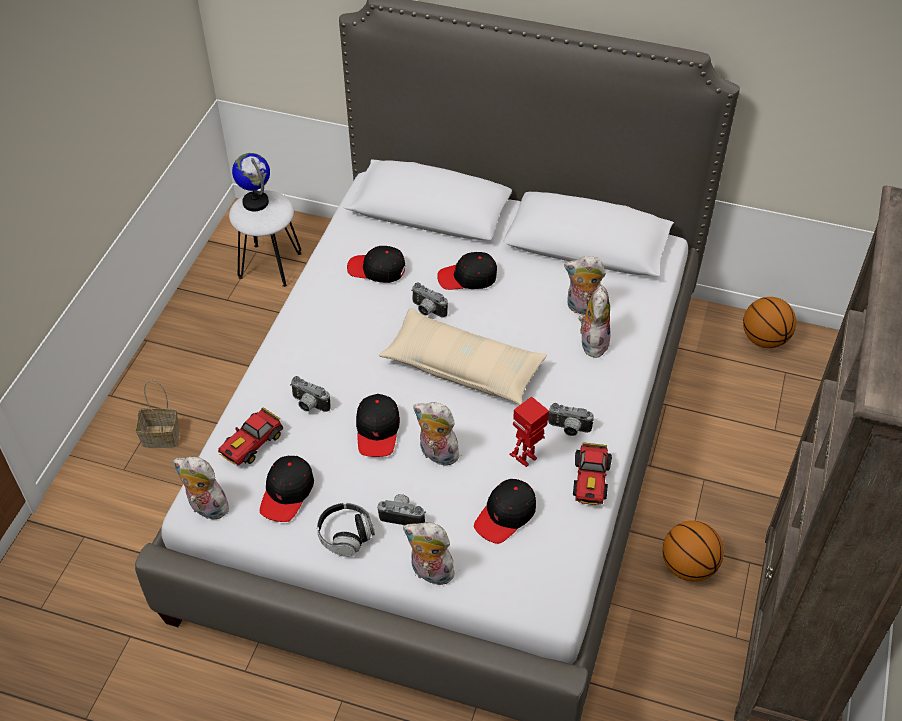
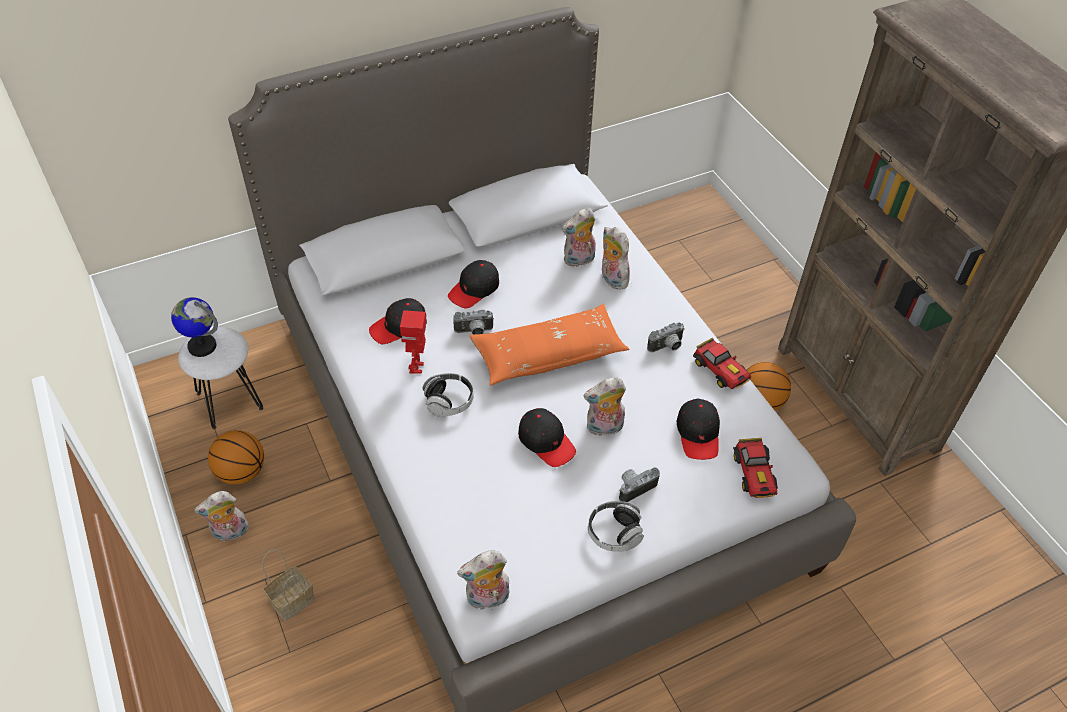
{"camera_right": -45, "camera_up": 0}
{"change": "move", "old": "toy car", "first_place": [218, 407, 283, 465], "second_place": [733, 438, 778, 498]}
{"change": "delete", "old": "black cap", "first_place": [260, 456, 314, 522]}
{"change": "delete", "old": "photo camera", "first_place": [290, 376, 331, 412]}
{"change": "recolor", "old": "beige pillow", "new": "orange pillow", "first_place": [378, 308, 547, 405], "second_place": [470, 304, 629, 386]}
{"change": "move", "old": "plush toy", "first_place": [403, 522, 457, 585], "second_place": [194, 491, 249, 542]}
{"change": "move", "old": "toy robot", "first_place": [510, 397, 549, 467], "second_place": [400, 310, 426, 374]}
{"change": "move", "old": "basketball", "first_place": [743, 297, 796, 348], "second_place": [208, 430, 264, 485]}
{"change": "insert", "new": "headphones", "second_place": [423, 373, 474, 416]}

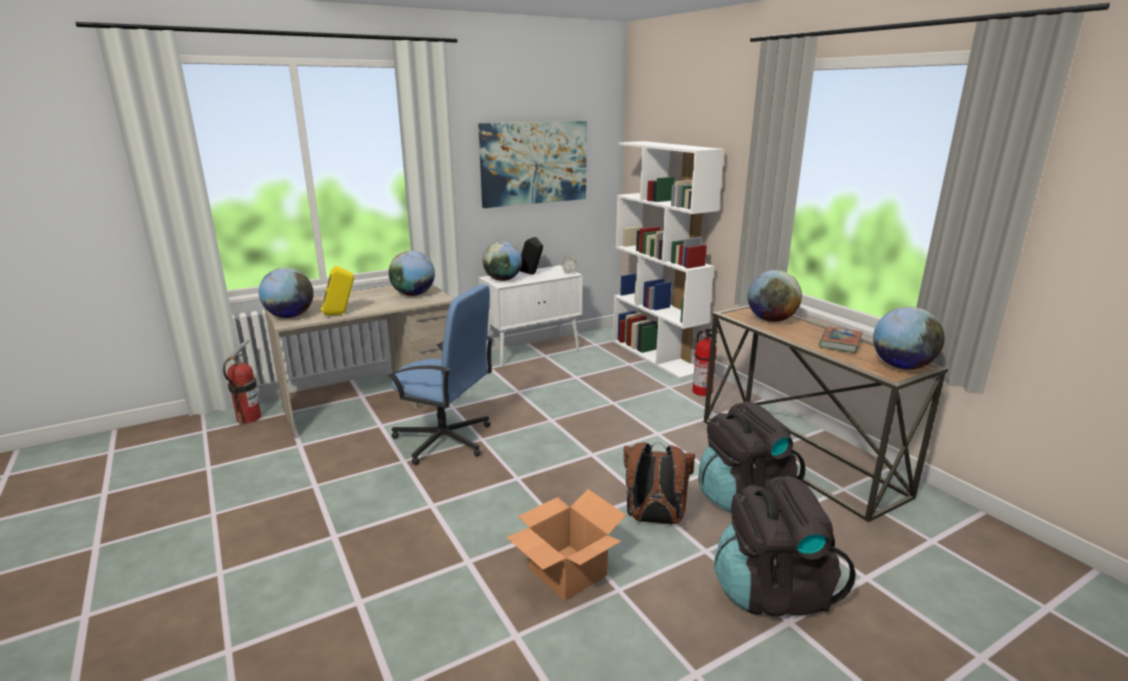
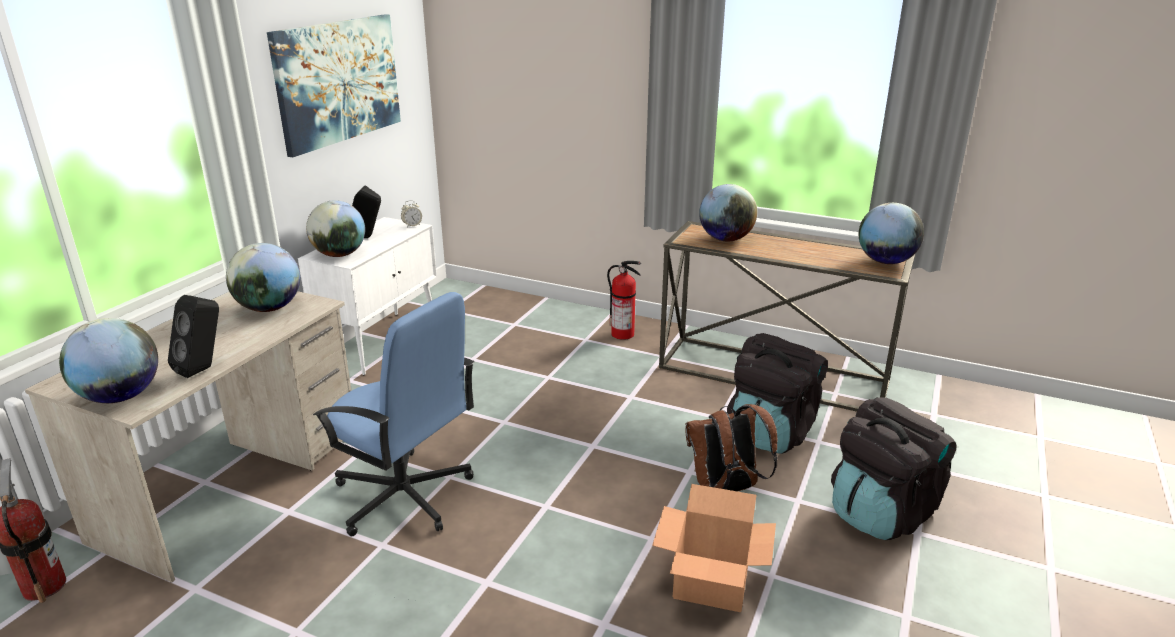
{"camera_right": -35, "camera_up": 5}
{"change": "recolor", "old": "yellow speaker", "new": "black speaker", "first_place": [321, 265, 354, 316], "second_place": [168, 295, 219, 378]}
{"change": "rotate", "old": "blue office chair", "first_place": [387, 284, 493, 465], "second_place": [313, 292, 474, 536], "degrees": 45}
{"change": "delete", "old": "white bookcase", "first_place": [613, 141, 725, 379]}
{"change": "delete", "old": "book", "first_place": [819, 327, 862, 353]}

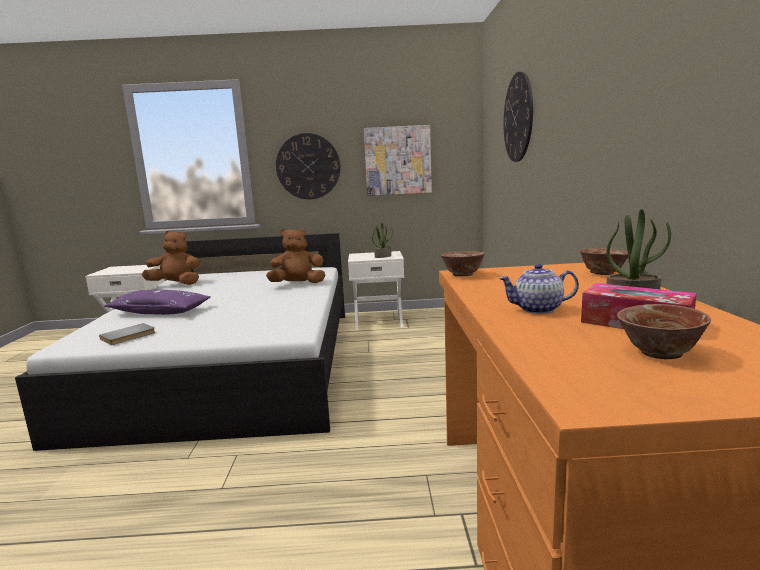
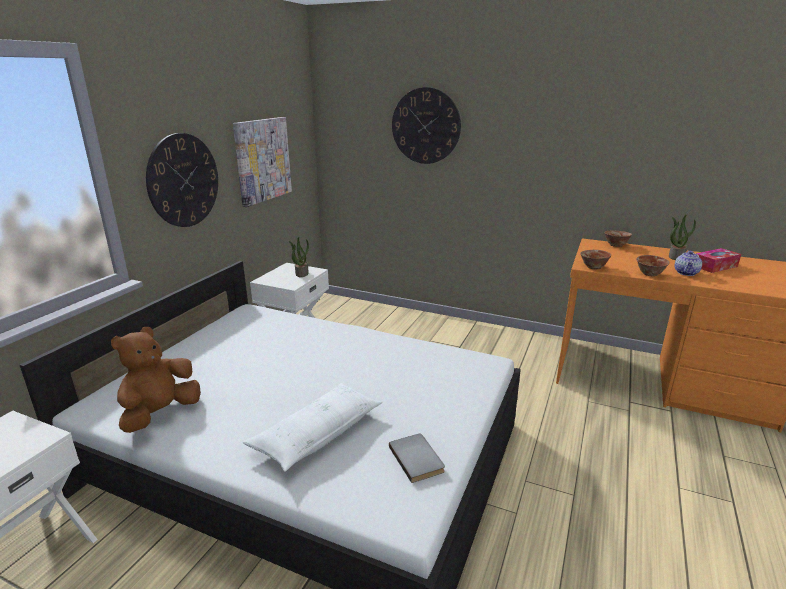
{"camera_right": -65, "camera_up": 10}
{"change": "recolor", "old": "purple pillow", "new": "white pillow", "first_place": [104, 290, 211, 315], "second_place": [243, 383, 382, 472]}
{"change": "delete", "old": "brown plush toy", "first_place": [266, 229, 326, 283]}
{"change": "move", "old": "bowl", "first_place": [617, 304, 711, 359], "second_place": [636, 255, 669, 276]}

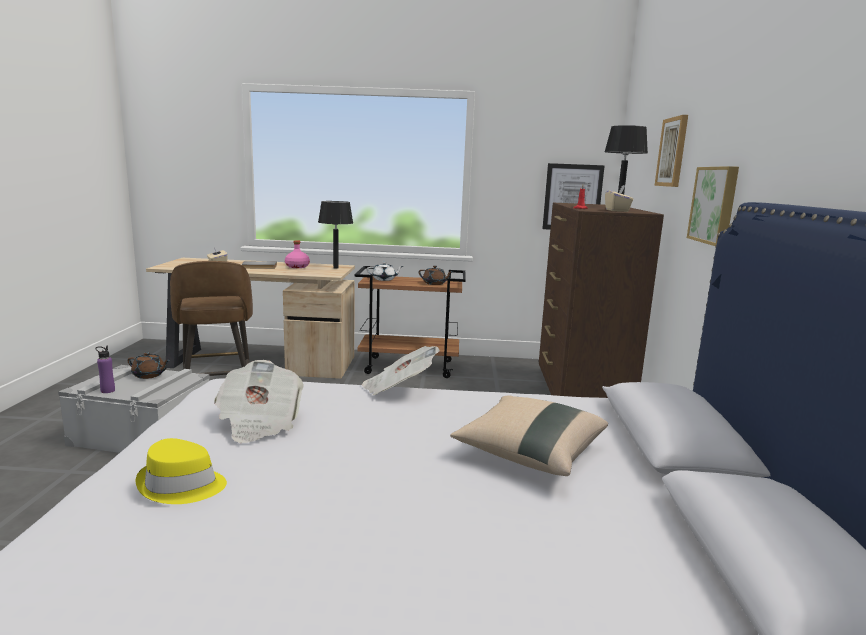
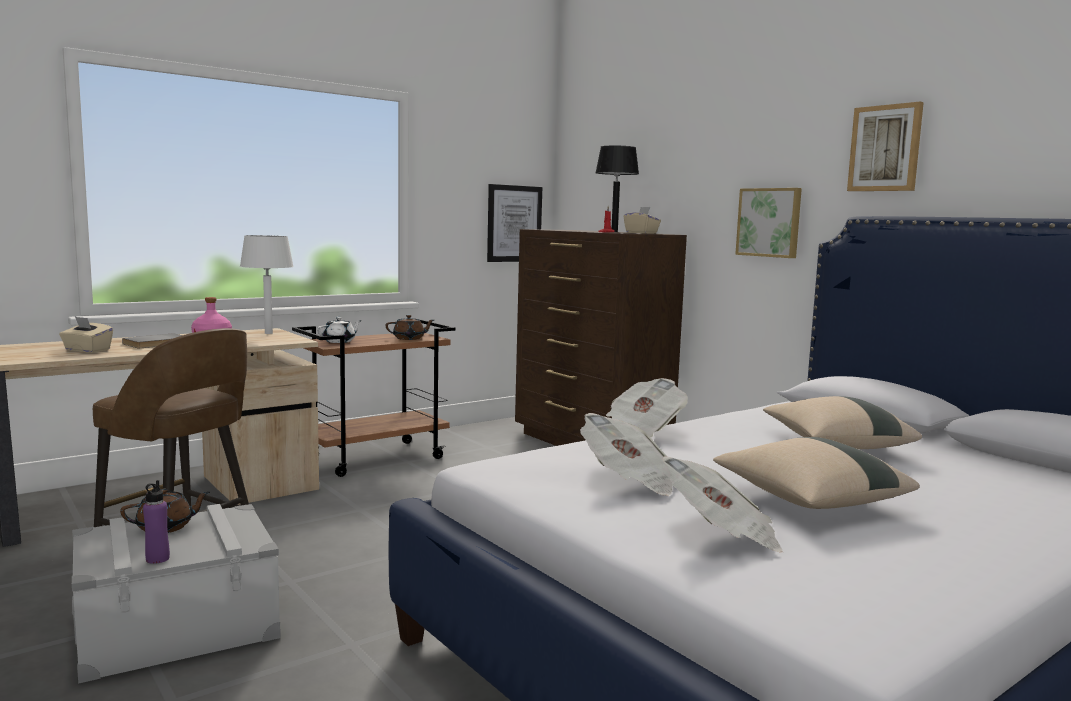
{"camera_right": -40, "camera_up": -5}
{"change": "replace", "old": "yellow hat", "new": "newspaper", "first_place": [135, 438, 227, 504], "second_place": [662, 456, 783, 552]}
{"change": "recolor", "old": "black table lamp", "new": "white table lamp", "first_place": [318, 201, 353, 269], "second_place": [240, 235, 294, 334]}
{"change": "move", "old": "picture", "first_place": [654, 115, 688, 187], "second_place": [847, 102, 924, 191]}
{"change": "insert", "new": "beige pillow", "second_place": [713, 437, 920, 509]}

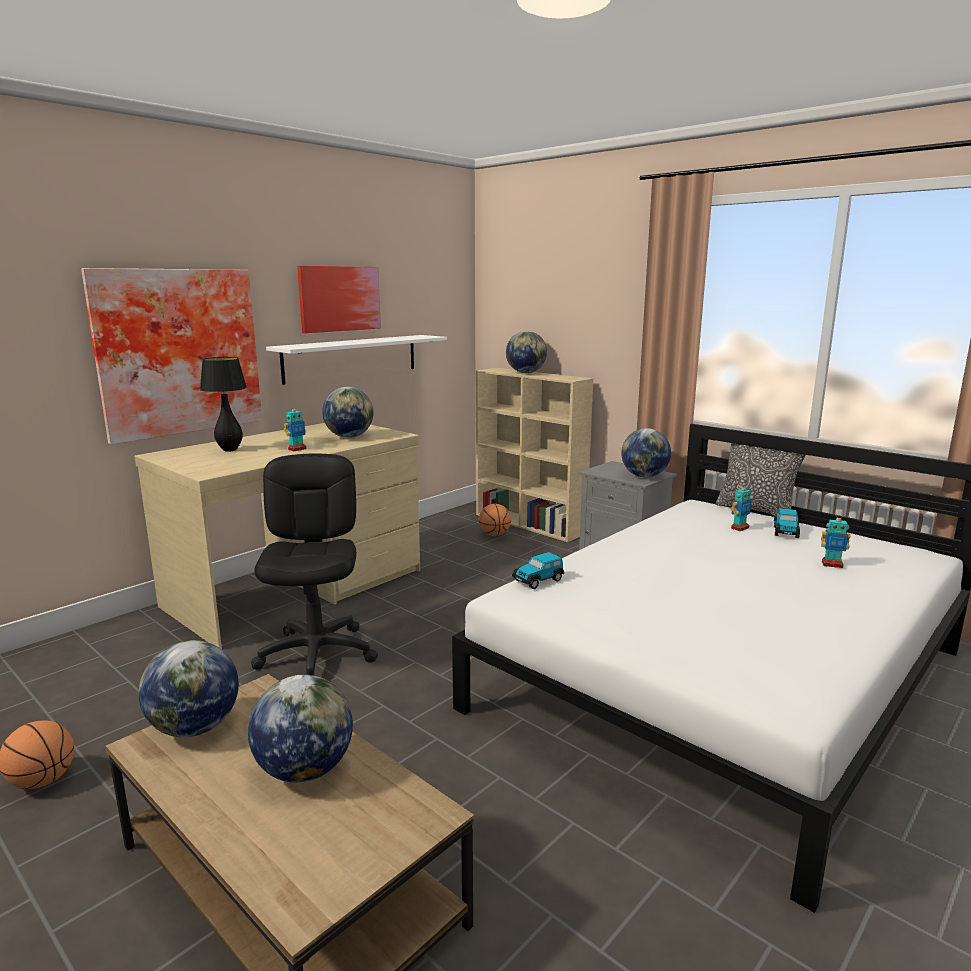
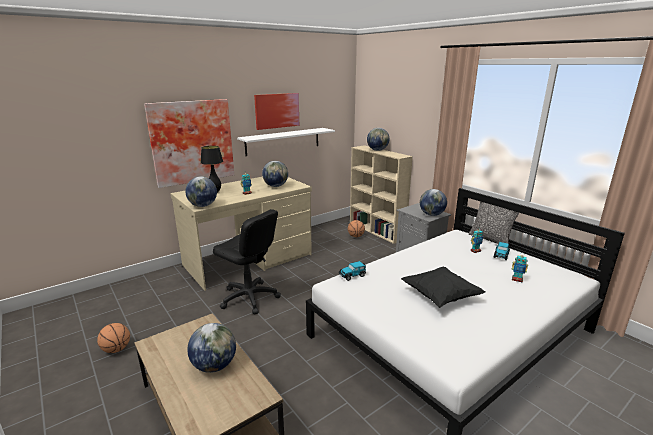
{"camera_right": 10, "camera_up": 5}
{"change": "move", "old": "globe", "first_place": [138, 640, 239, 737], "second_place": [185, 176, 217, 207]}
{"change": "rotate", "old": "black office chair", "first_place": [251, 454, 378, 676], "second_place": [213, 209, 281, 314], "degrees": 120}
{"change": "insert", "new": "black pillow", "second_place": [401, 267, 485, 308]}

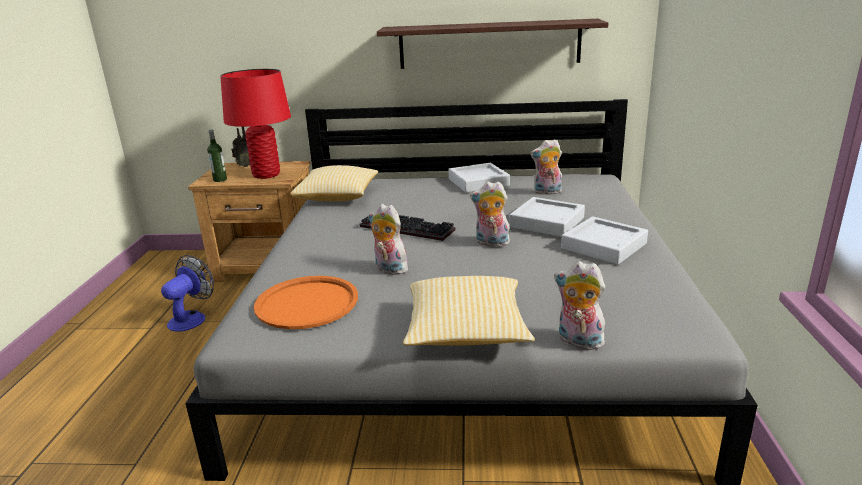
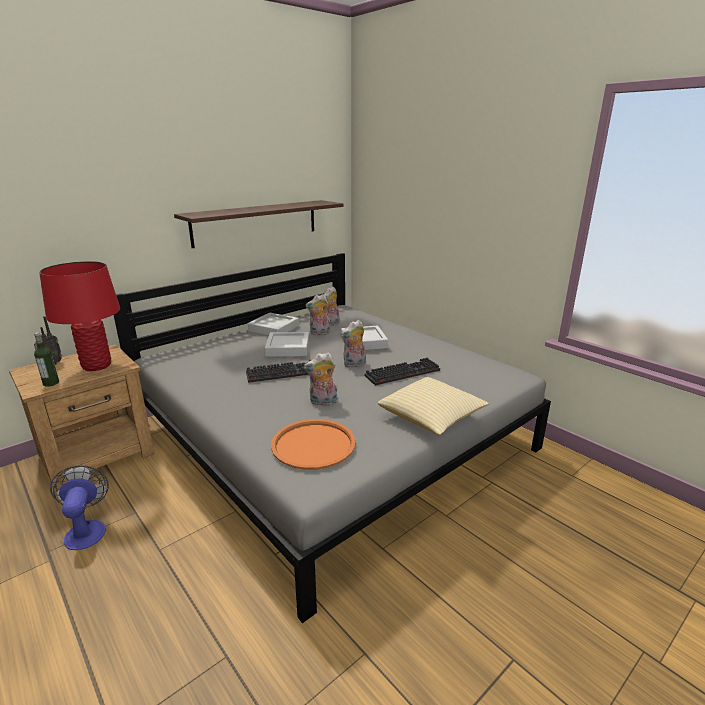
{"camera_right": -45, "camera_up": 0}
{"change": "delete", "old": "pillow", "first_place": [290, 165, 378, 201]}
{"change": "move", "old": "plush toy", "first_place": [554, 261, 605, 350], "second_place": [305, 294, 330, 335]}
{"change": "move", "old": "grey tray", "first_place": [561, 217, 648, 265], "second_place": [265, 332, 309, 357]}
{"change": "insert", "new": "keyboard", "second_place": [364, 358, 440, 385]}

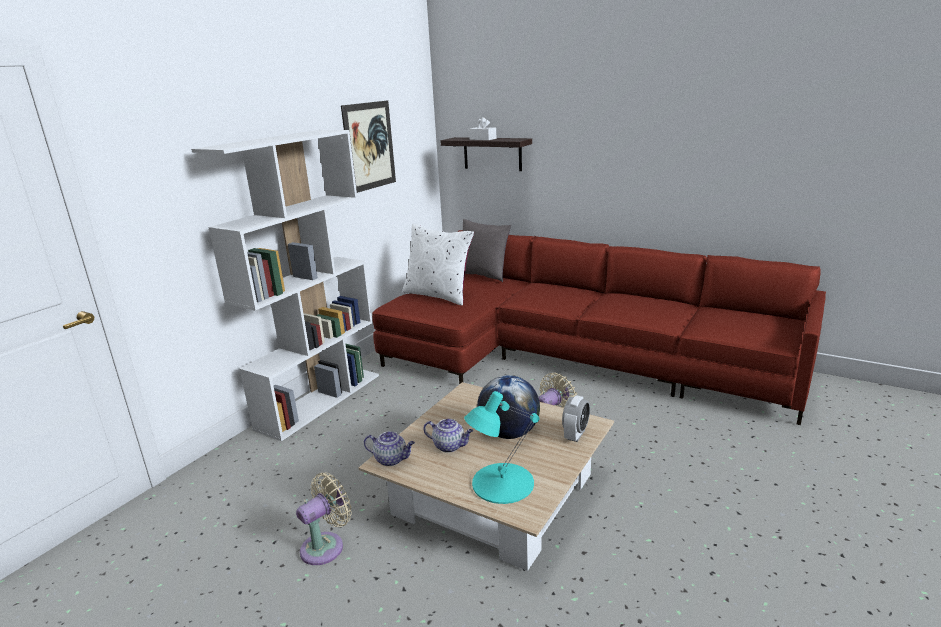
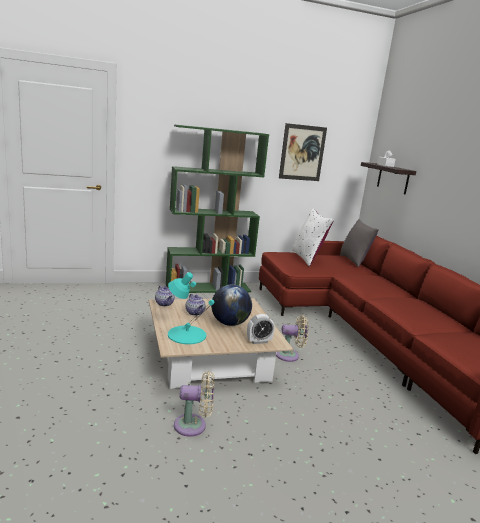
{"camera_right": 40, "camera_up": -5}
{"change": "recolor", "old": "white bookcase", "new": "green bookcase", "first_place": [191, 130, 379, 441], "second_place": [166, 124, 269, 293]}
{"change": "move", "old": "beige fan", "first_place": [296, 473, 352, 565], "second_place": [174, 371, 215, 437]}

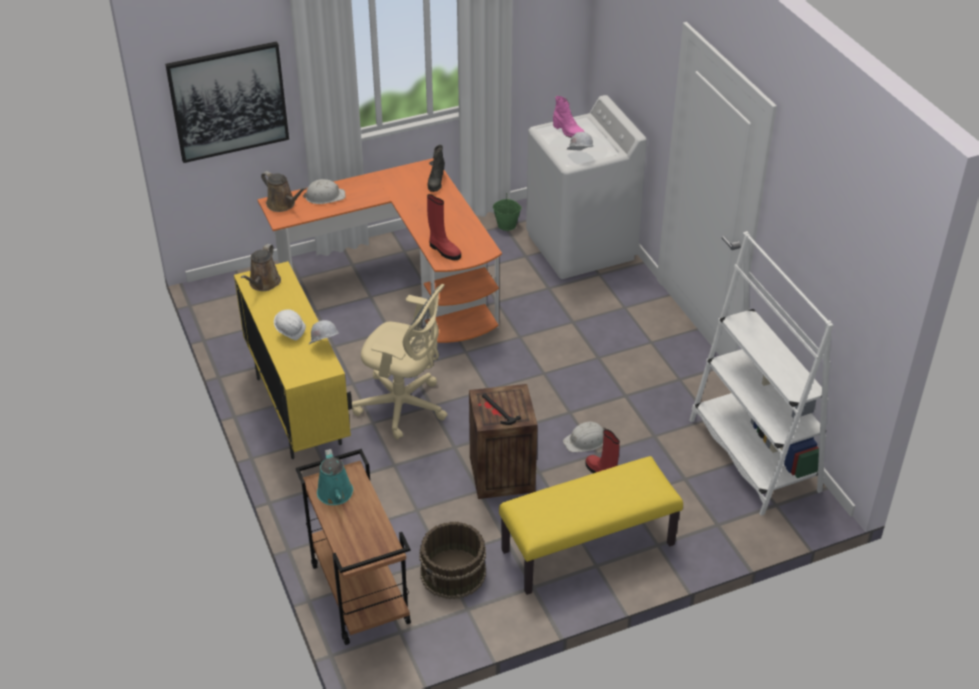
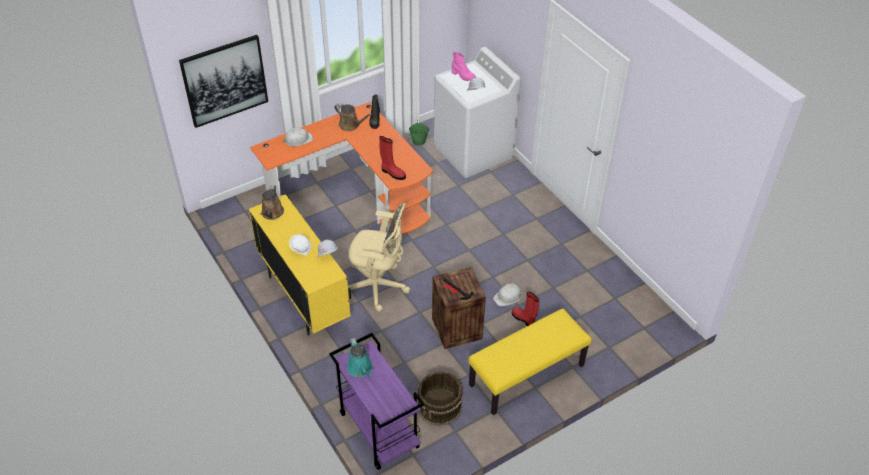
{"camera_right": -10, "camera_up": 5}
{"change": "move", "old": "brown watering can", "first_place": [261, 171, 307, 212], "second_place": [334, 103, 372, 131]}
{"change": "recolor", "old": "brown cart", "new": "purple cart", "first_place": [296, 449, 411, 645], "second_place": [329, 333, 424, 470]}
{"change": "delete", "old": "white bookcase", "first_place": [690, 231, 834, 516]}

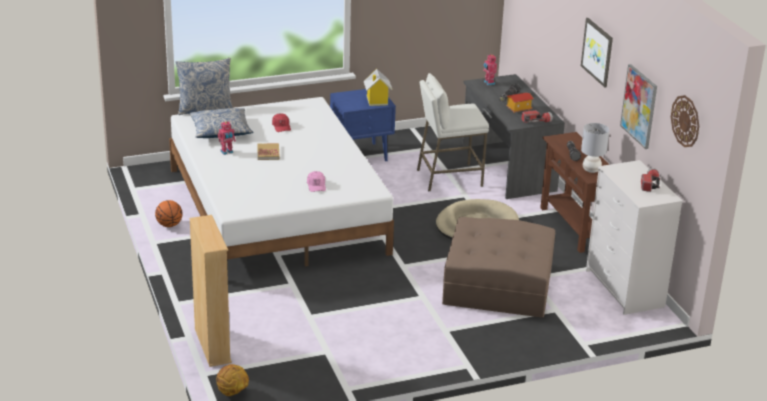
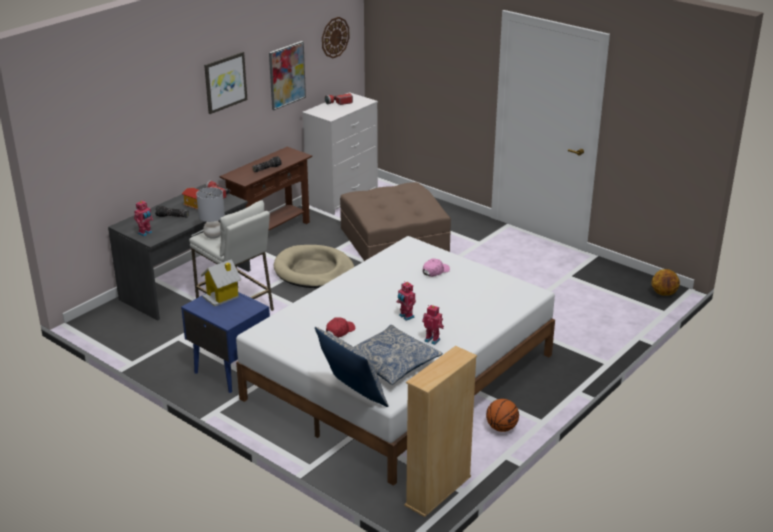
{"camera_right": -120, "camera_up": 0}
{"change": "move", "old": "beige bookcase", "first_place": [189, 215, 232, 367], "second_place": [404, 346, 477, 517]}
{"change": "replace", "old": "book", "new": "toy robot", "first_place": [257, 143, 280, 160], "second_place": [397, 281, 416, 321]}
{"change": "move", "old": "grey table lamp", "first_place": [581, 123, 609, 173], "second_place": [196, 187, 225, 239]}

